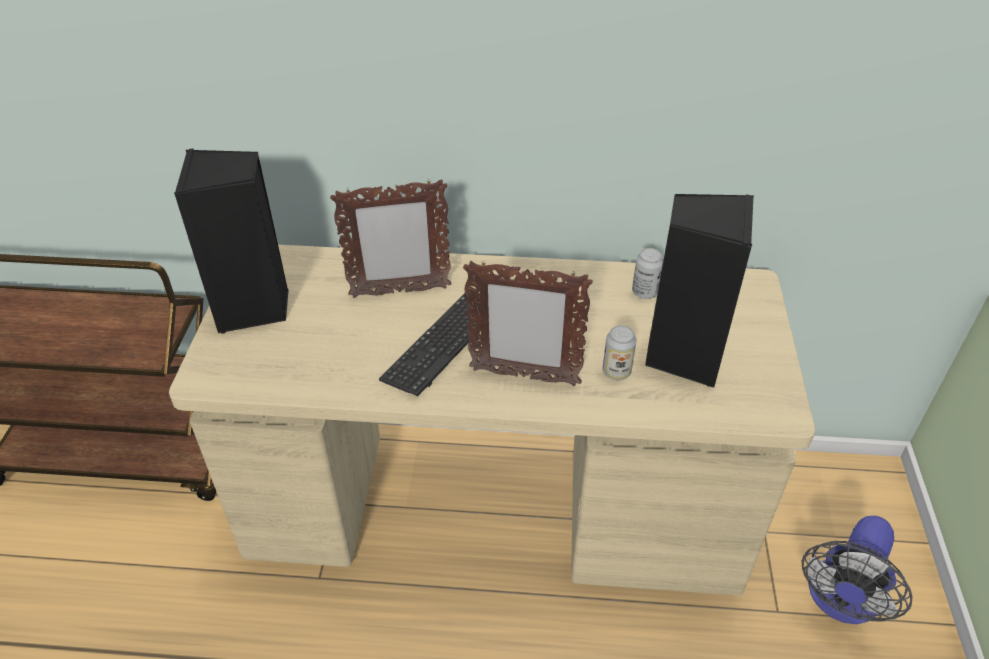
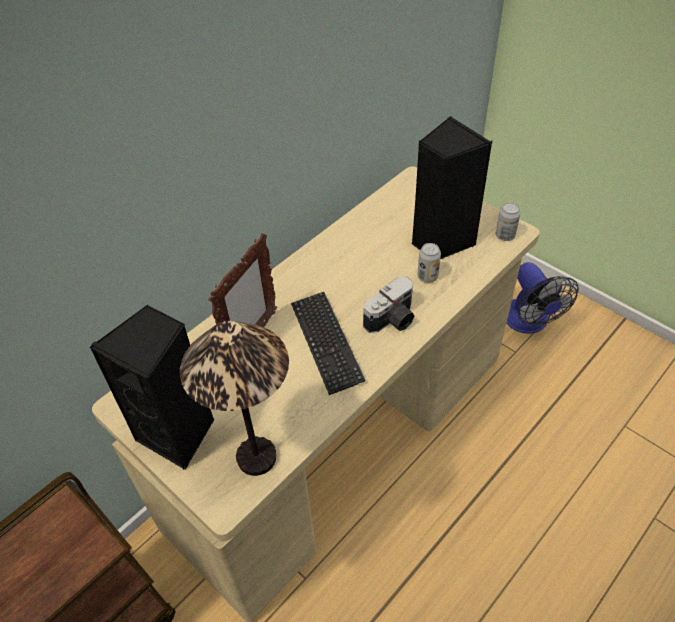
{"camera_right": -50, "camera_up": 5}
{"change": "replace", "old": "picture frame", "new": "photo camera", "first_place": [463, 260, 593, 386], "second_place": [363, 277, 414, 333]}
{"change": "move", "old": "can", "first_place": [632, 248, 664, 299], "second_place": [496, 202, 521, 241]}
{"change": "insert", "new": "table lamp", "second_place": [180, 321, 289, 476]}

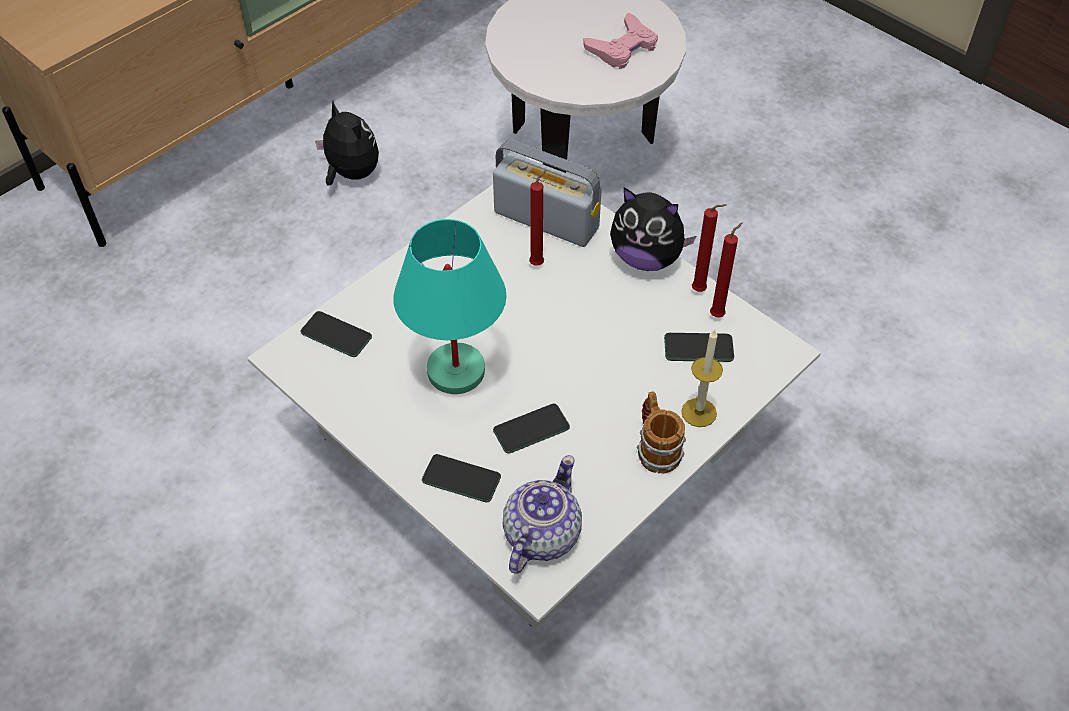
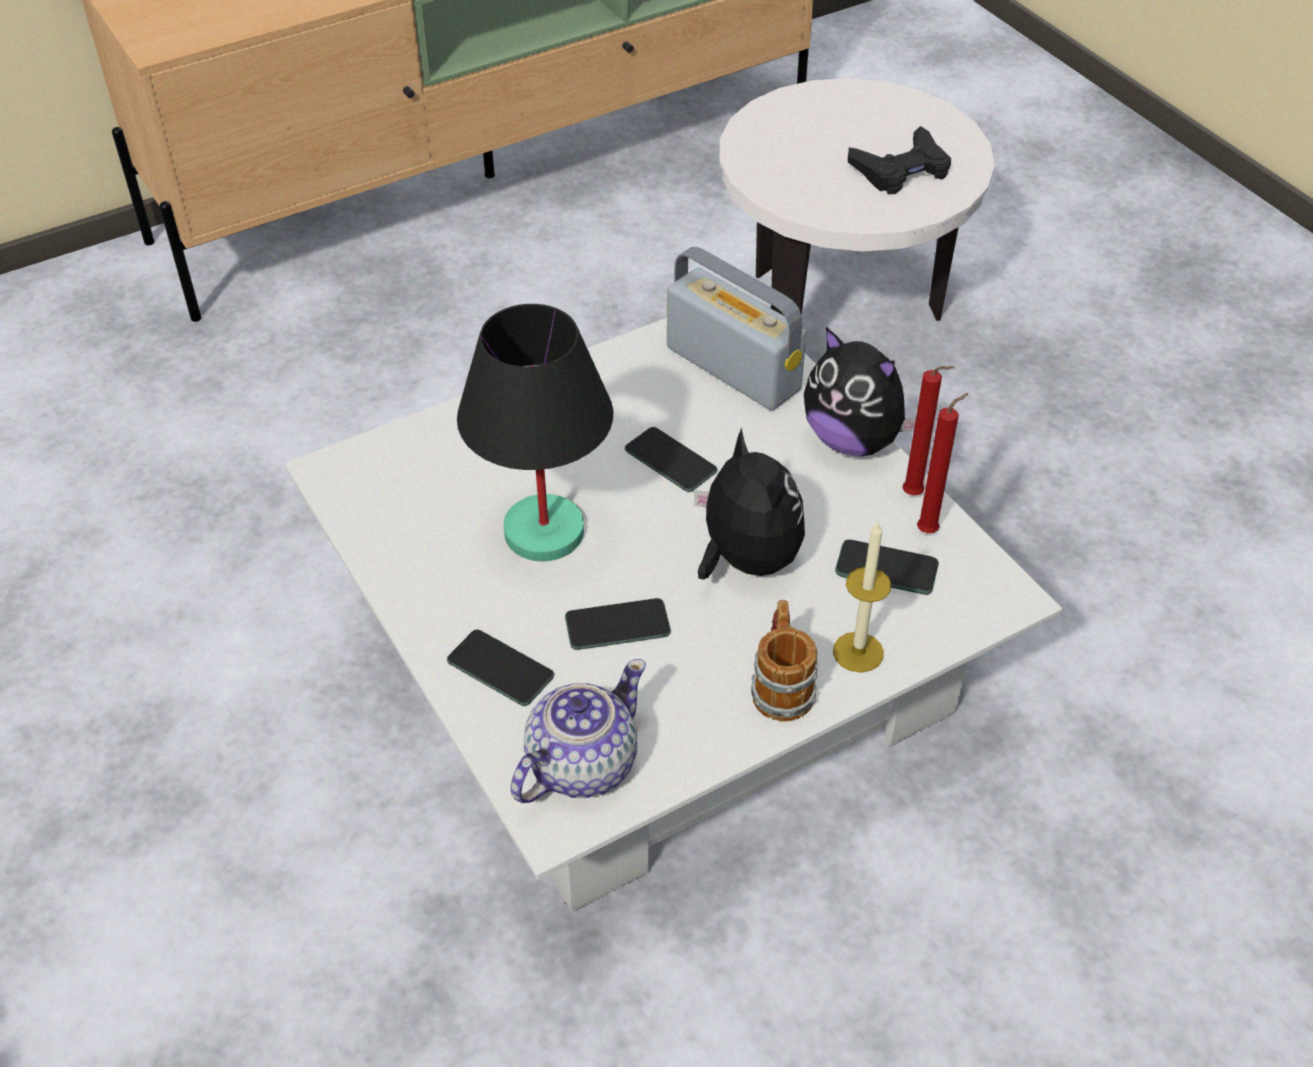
{"camera_right": 15, "camera_up": -5}
{"change": "move", "old": "phone", "first_place": [300, 311, 372, 357], "second_place": [625, 427, 717, 492]}
{"change": "move", "old": "plush toy", "first_place": [315, 101, 379, 185], "second_place": [694, 427, 805, 580]}
{"change": "recolor", "old": "turquoise table lamp", "new": "black table lamp", "first_place": [393, 219, 507, 394], "second_place": [457, 304, 613, 561]}
{"change": "delete", "old": "red candle", "first_place": [529, 170, 546, 266]}
{"change": "recolor", "old": "pink game controller", "new": "black game controller", "first_place": [583, 13, 658, 69], "second_place": [848, 126, 951, 194]}

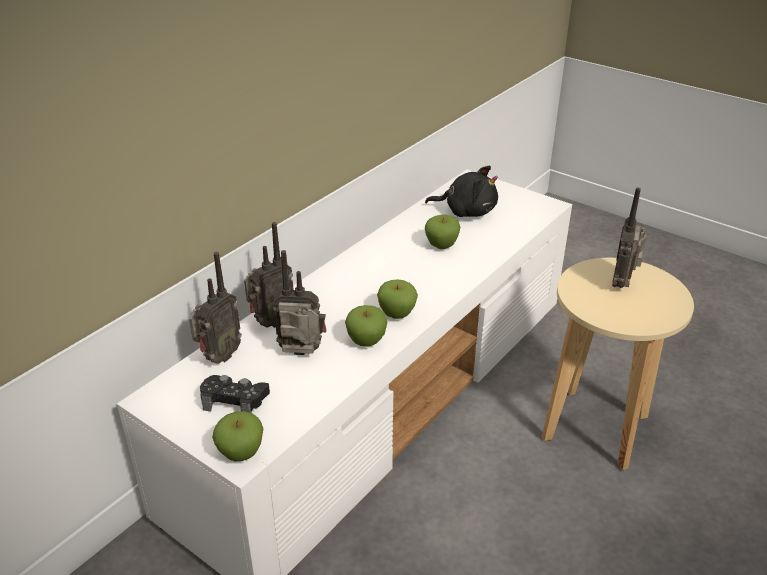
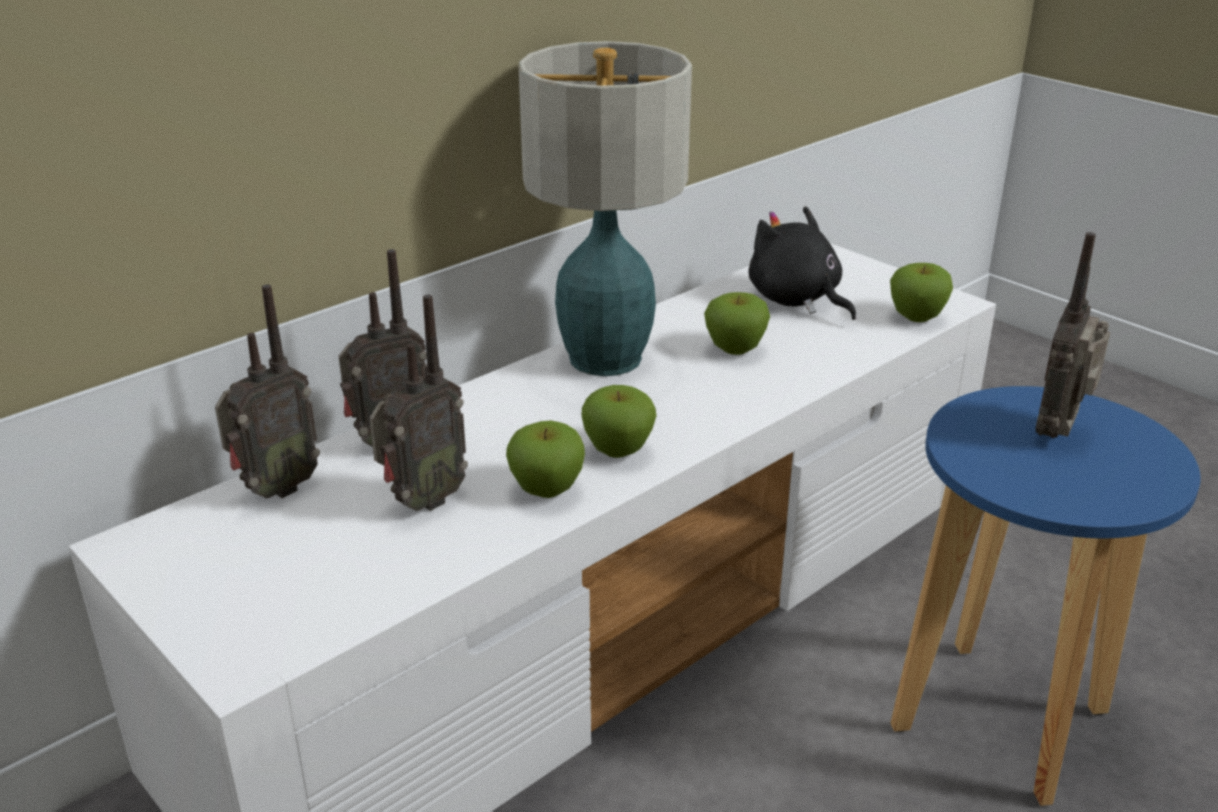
{"camera_right": 10, "camera_up": -5}
{"change": "delete", "old": "black game controller", "first_place": [200, 375, 270, 413]}
{"change": "move", "old": "apple", "first_place": [212, 411, 263, 461], "second_place": [890, 263, 953, 322]}
{"change": "rotate", "old": "radio", "first_place": [273, 250, 327, 355], "second_place": [369, 295, 468, 511], "degrees": 120}
{"change": "rotate", "old": "black plush toy", "first_place": [425, 166, 498, 217], "second_place": [748, 206, 856, 320], "degrees": -150}
{"change": "recolor", "old": "beige stool", "new": "blue stool", "first_place": [542, 258, 694, 470], "second_place": [890, 386, 1201, 806]}
{"change": "insert", "new": "table lamp", "second_place": [518, 41, 692, 376]}

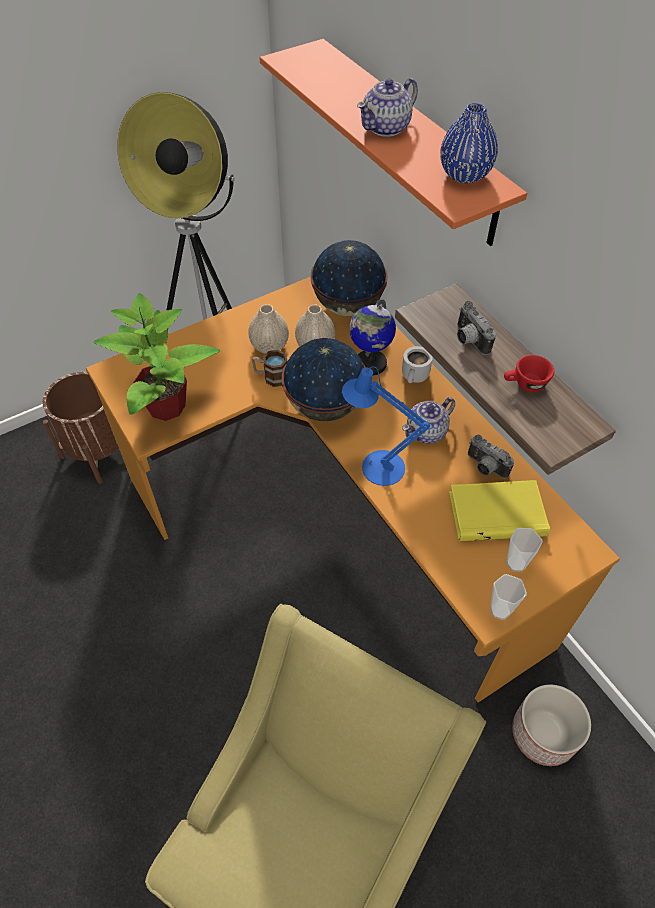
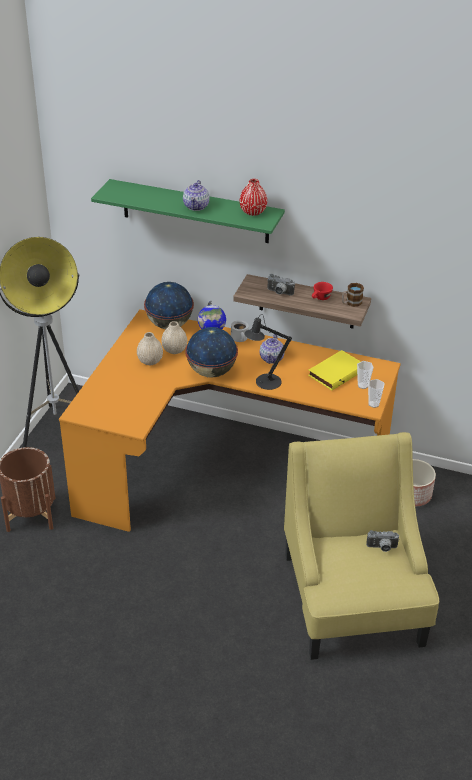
{"camera_right": -40, "camera_up": -15}
{"change": "delete", "old": "potted plant", "first_place": [94, 293, 220, 421]}
{"change": "move", "old": "mug", "first_place": [252, 350, 288, 387], "second_place": [342, 283, 364, 307]}
{"change": "recolor", "old": "orange shelf", "new": "green shelf", "first_place": [260, 39, 527, 246], "second_place": [91, 179, 285, 243]}
{"change": "recolor", "old": "blue table lamp", "new": "black table lamp", "first_place": [342, 366, 430, 486], "second_place": [244, 314, 292, 390]}
{"change": "recolor", "old": "blue vase", "new": "red vase", "first_place": [440, 103, 498, 183], "second_place": [240, 179, 267, 216]}
{"change": "move", "old": "photo camera", "first_place": [468, 434, 514, 478], "second_place": [366, 530, 399, 552]}

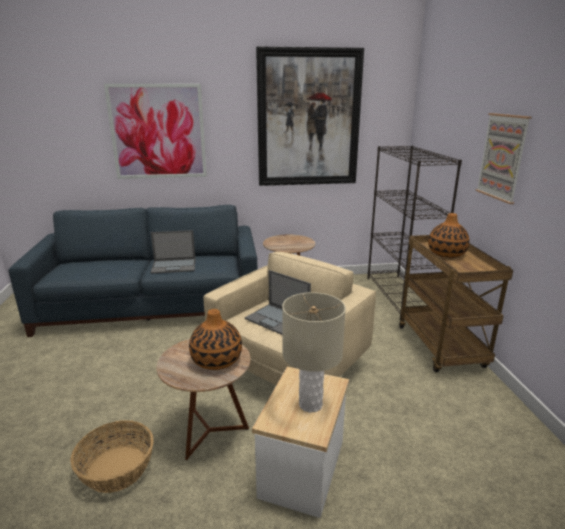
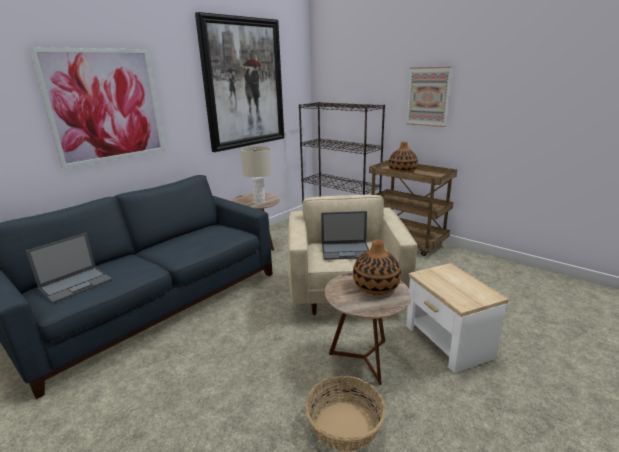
{"camera_right": -40, "camera_up": 0}
{"change": "move", "old": "laptop", "first_place": [151, 230, 196, 274], "second_place": [26, 233, 112, 303]}
{"change": "move", "old": "beige table lamp", "first_place": [282, 292, 346, 413], "second_place": [241, 146, 272, 204]}

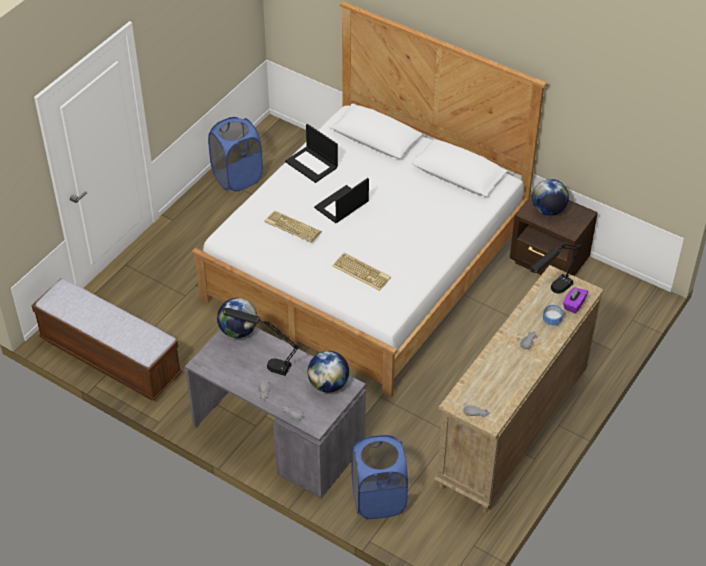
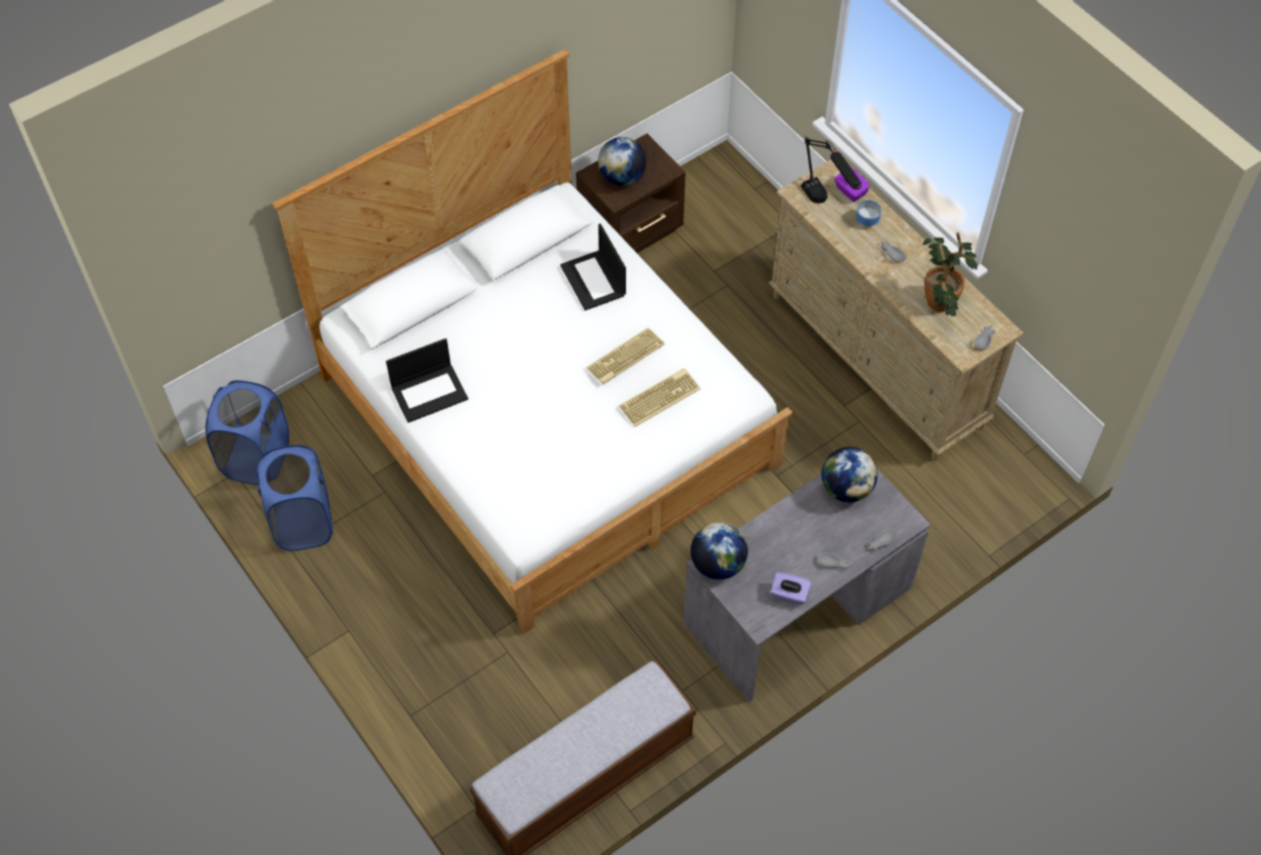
{"camera_right": -70, "camera_up": 10}
{"change": "delete", "old": "black table lamp", "first_place": [223, 308, 300, 376]}
{"change": "move", "old": "keyboard", "first_place": [264, 211, 322, 242], "second_place": [586, 328, 665, 384]}
{"change": "move", "old": "laptop", "first_place": [314, 178, 369, 223], "second_place": [560, 223, 626, 311]}
{"change": "move", "old": "blue laundry basket", "first_place": [351, 435, 408, 519], "second_place": [206, 380, 289, 485]}
{"change": "insert", "new": "purple tissue box", "second_place": [771, 572, 811, 605]}
{"change": "insert", "new": "potted plant", "second_place": [923, 232, 977, 317]}

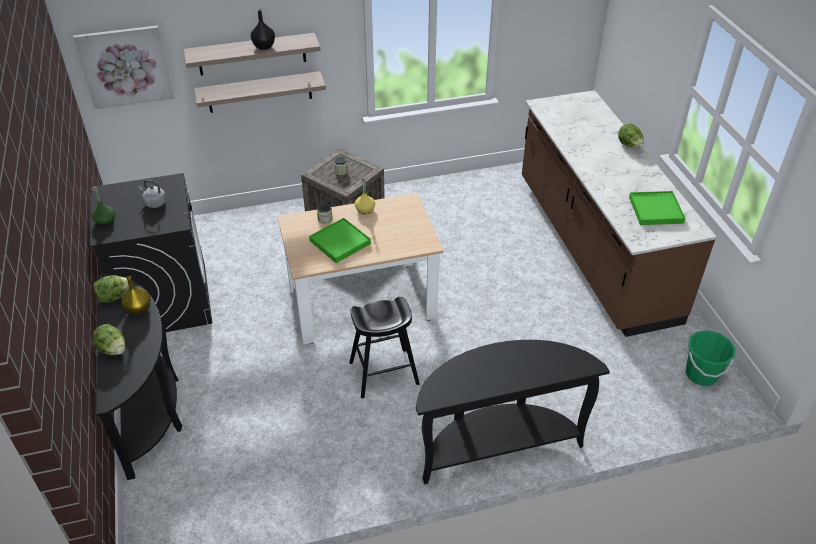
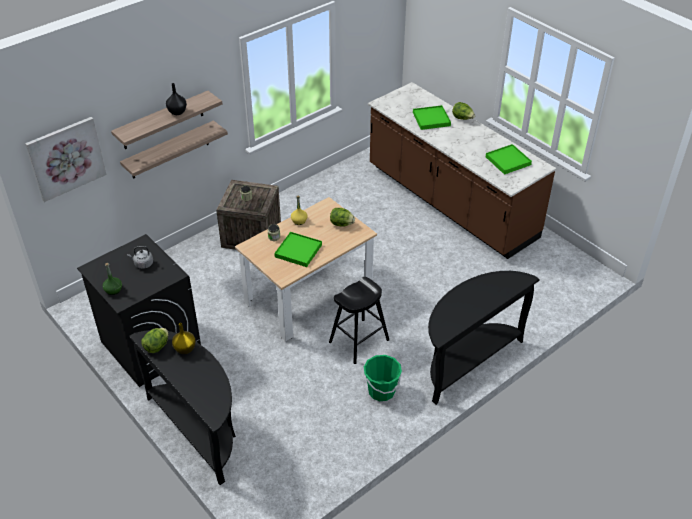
{"camera_right": -25, "camera_up": 0}
{"change": "move", "old": "lettuce", "first_place": [92, 324, 125, 355], "second_place": [330, 208, 355, 227]}
{"change": "move", "old": "green bucket", "first_place": [685, 330, 735, 386], "second_place": [364, 355, 402, 401]}
{"change": "insert", "new": "green tray", "second_place": [413, 105, 451, 130]}

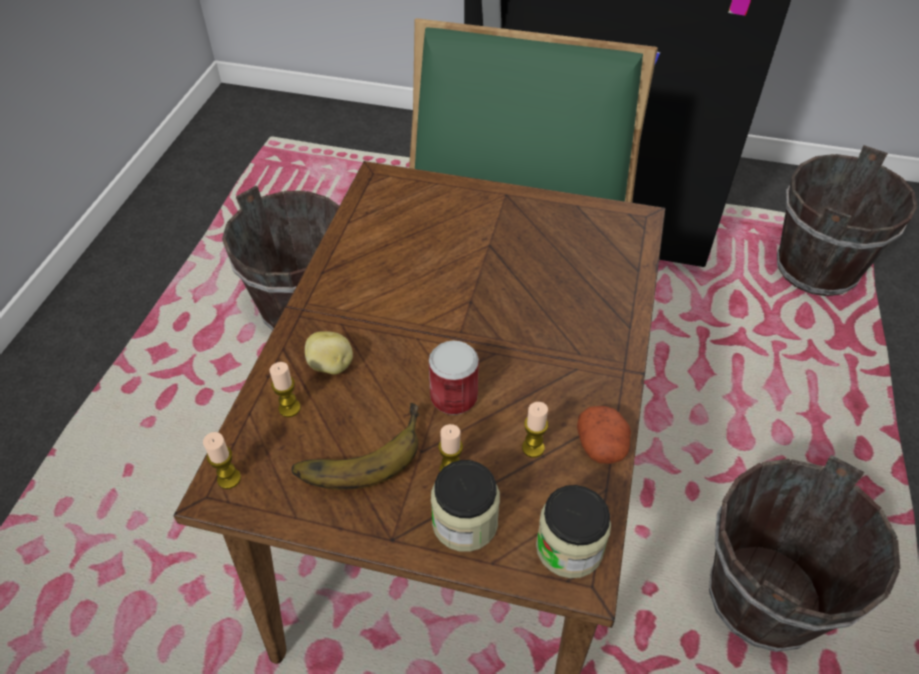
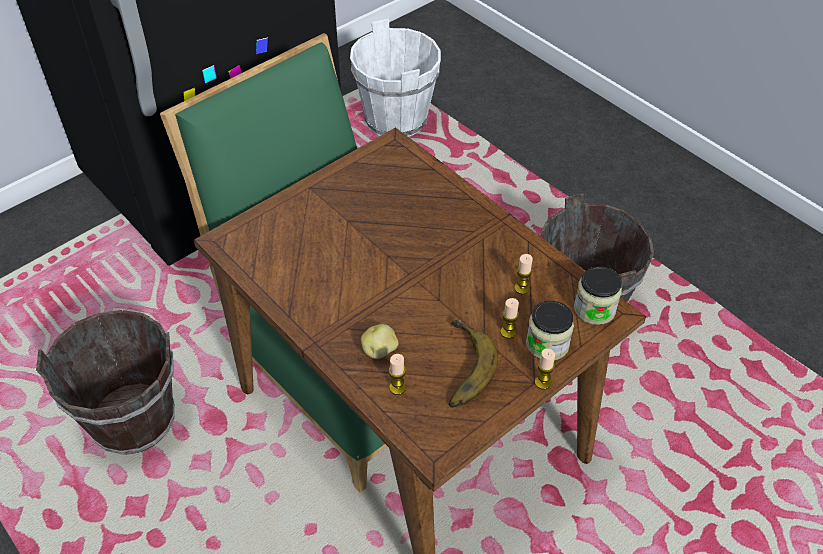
{"camera_right": -55, "camera_up": 0}
{"change": "move", "old": "candle", "first_place": [203, 432, 241, 489], "second_place": [535, 348, 555, 390]}
{"change": "delete", "old": "can", "first_place": [429, 341, 479, 415]}
{"change": "delete", "old": "potato", "first_place": [577, 406, 631, 464]}
{"change": "recolor", "old": "brown bucket", "new": "white bucket", "first_place": [777, 145, 917, 296], "second_place": [350, 19, 441, 137]}

